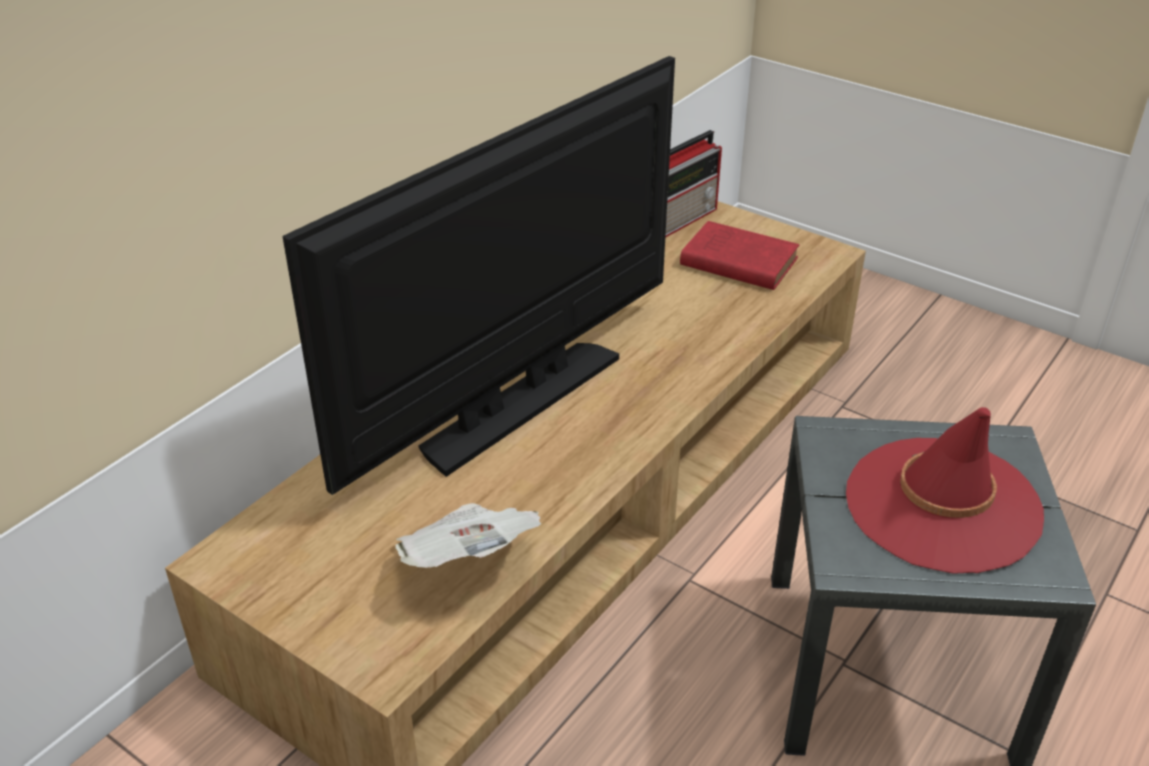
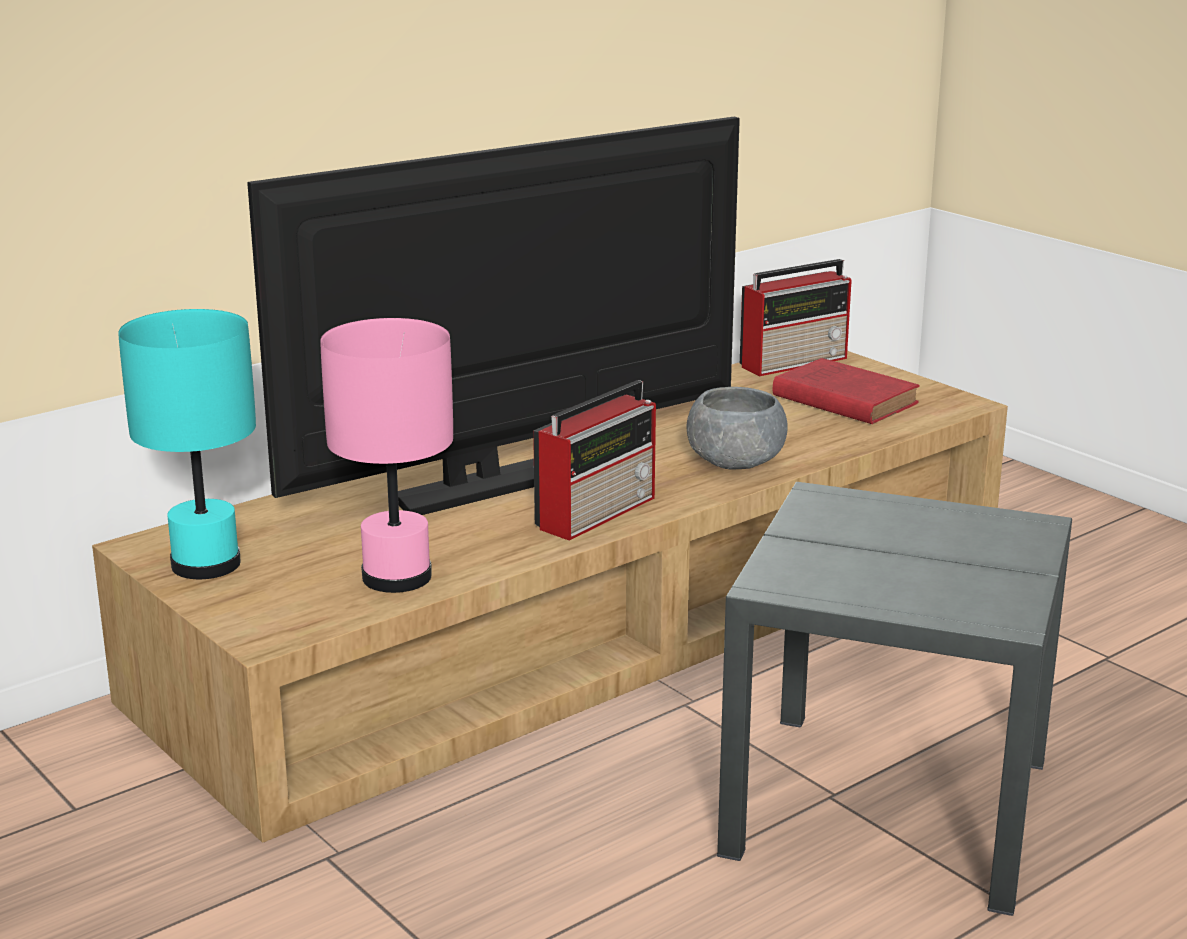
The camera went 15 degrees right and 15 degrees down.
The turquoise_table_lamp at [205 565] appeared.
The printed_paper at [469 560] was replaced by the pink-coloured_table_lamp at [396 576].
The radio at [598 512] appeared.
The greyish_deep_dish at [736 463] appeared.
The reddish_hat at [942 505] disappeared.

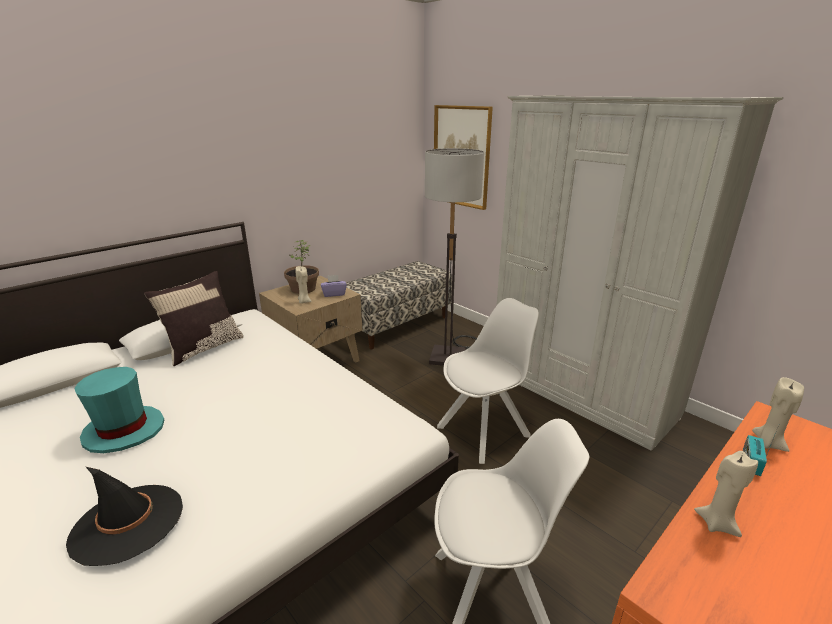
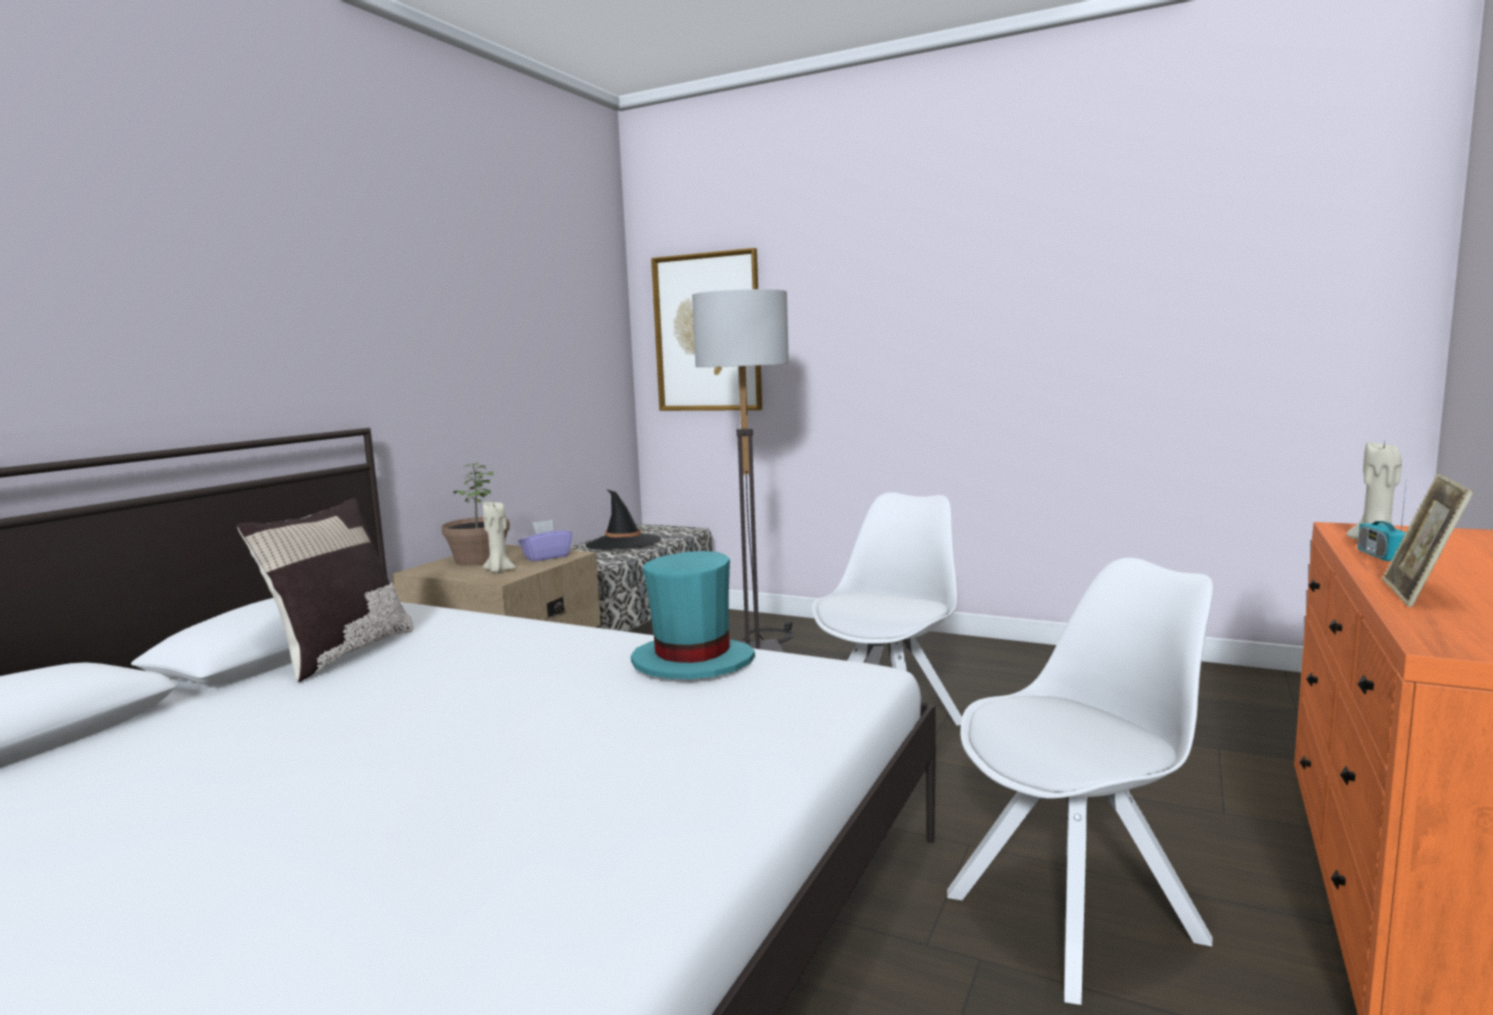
The camera went 20 degrees left and 15 degrees down.
The blackish_hat moved from [127 523] to [623 543].
The turquoise_hat moved from [124 431] to [692 661].
The beige-coloured_candle at [716 523] was replaced by the picture_frame at [1418 595].
The whitish_wardrobe at [580 392] disappeared.

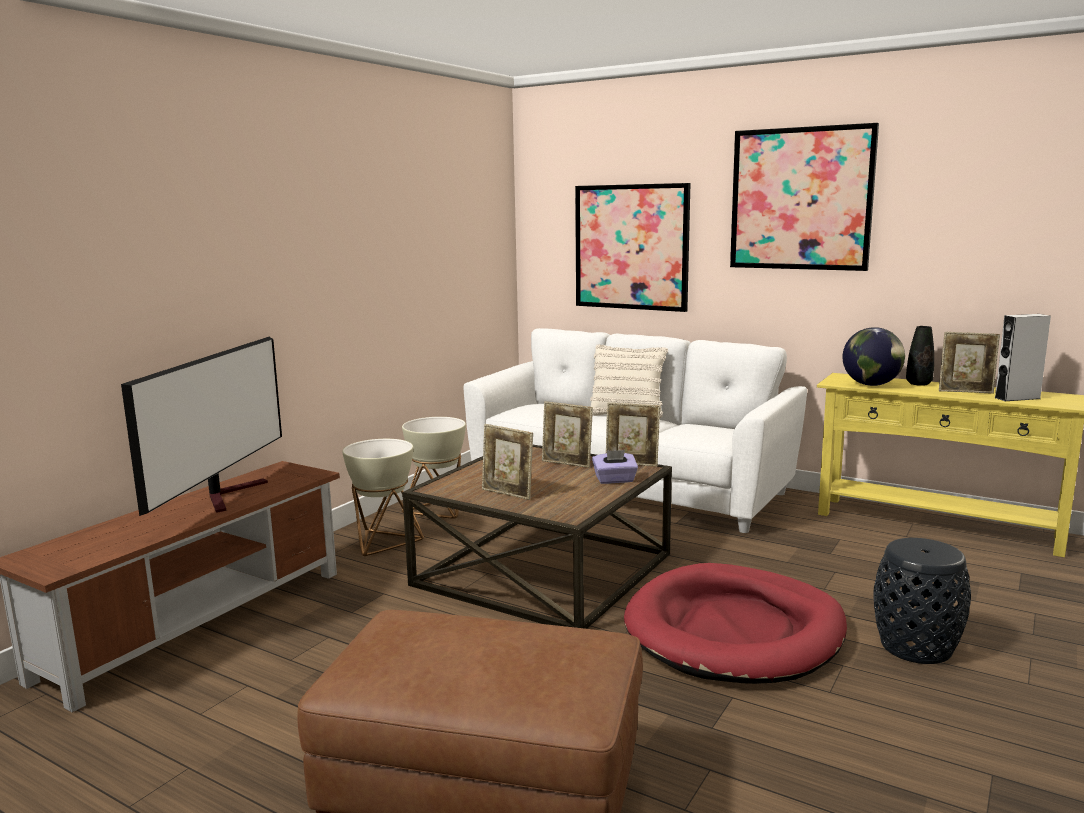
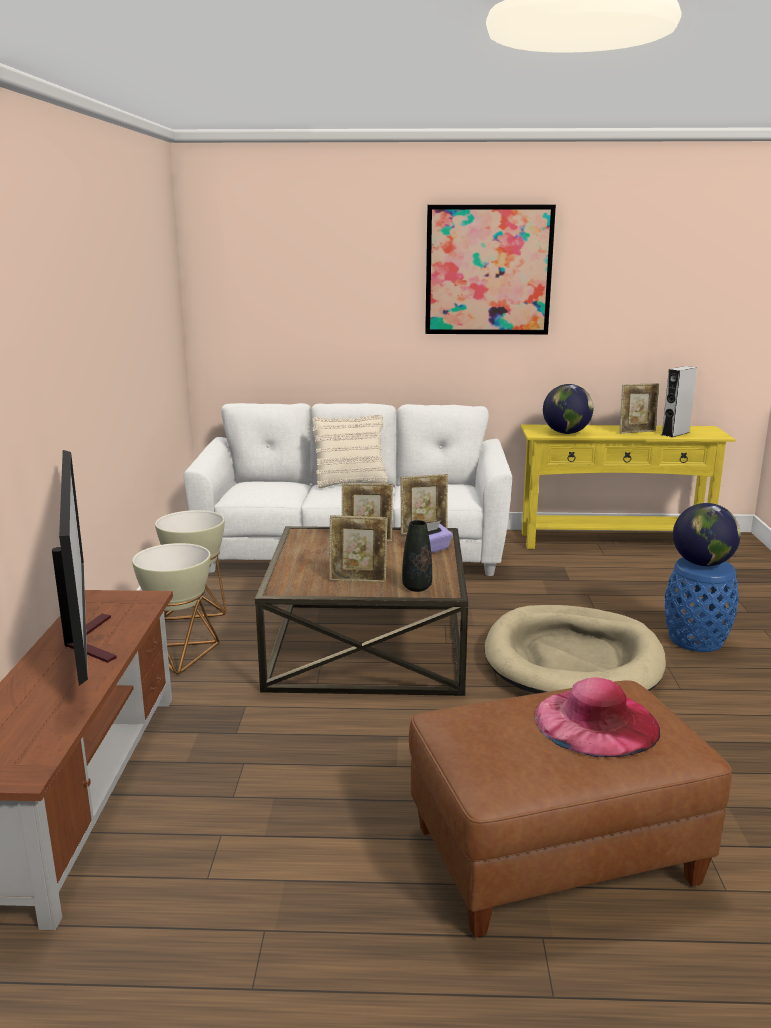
The camera went 30 degrees left and 5 degrees up.
The blackish_decorative_vase moved from [918 383] to [417 587].
The reddish_dog_cushion at [734 631] became the beige-coloured_dog_cushion at [572 660].
The pink-coloured_hat at [596 721] appeared.
The blackish_stool at [916 647] became the bluish_stool at [696 640].
The world_globe at [703 564] appeared.
The wall_picture at [631 247] disappeared.

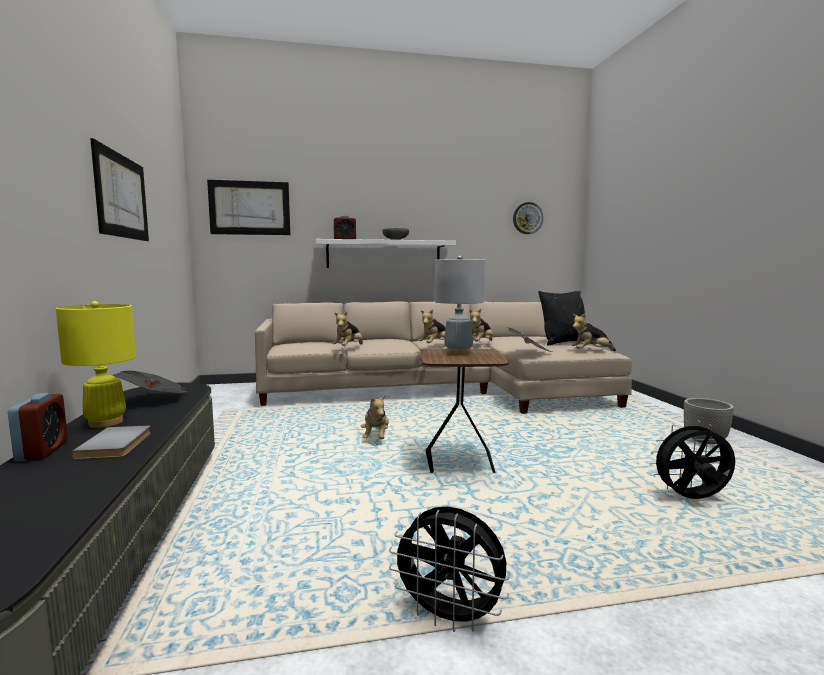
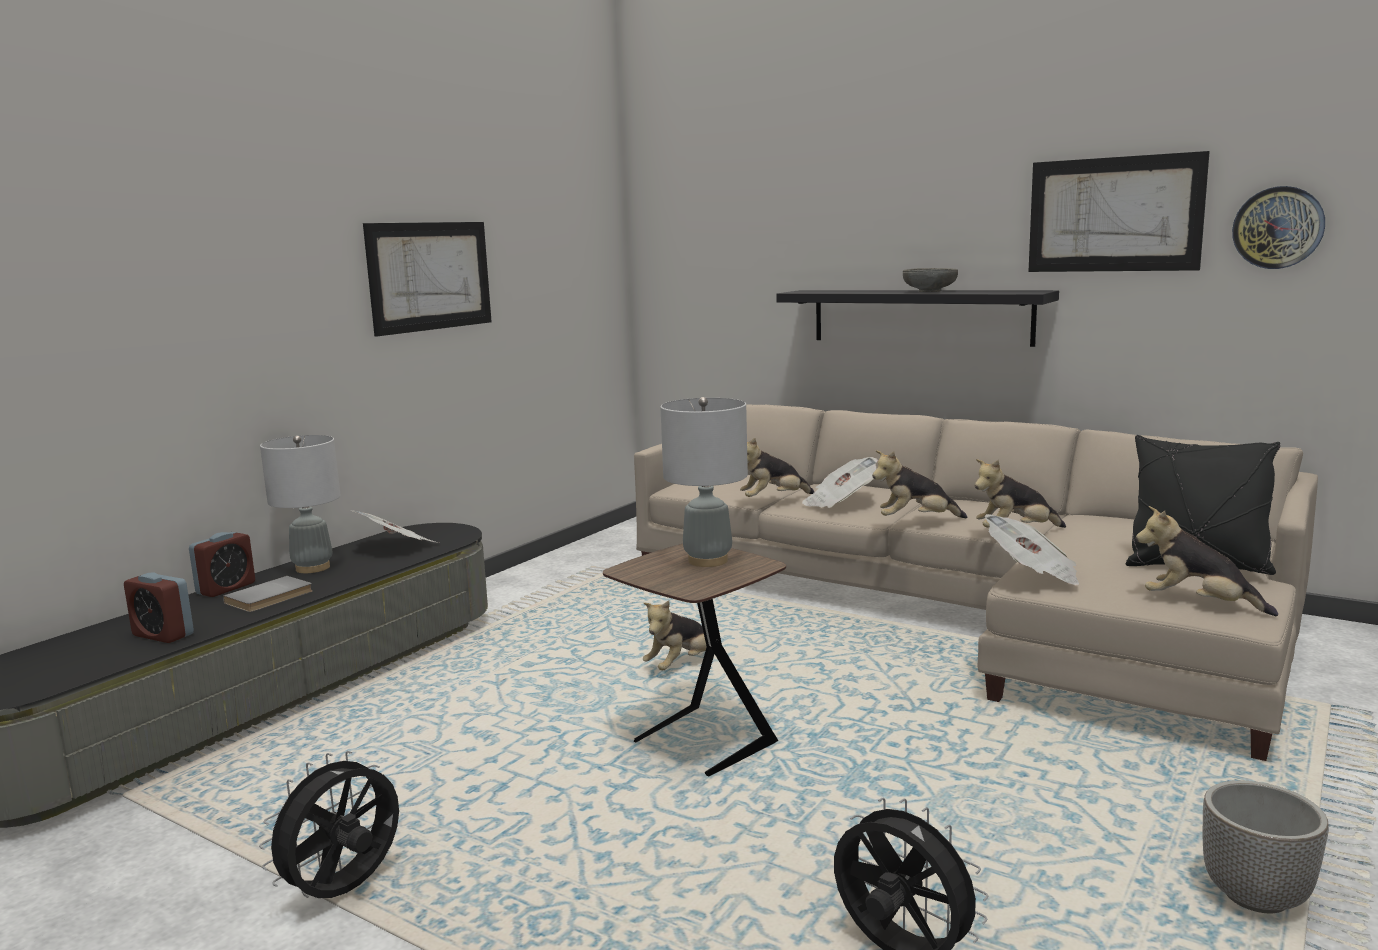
The camera went 45 degrees right and 5 degrees up.
The alarm_clock moved from [345 239] to [163 635].
The blackish_fan at [450 617] turned 60 degrees clockwise.
The yellowish_table_lamp at [106 422] became the greyish_table_lamp at [313 568].
The whitish_shelf at [384 254] became the blackish_shelf at [920 316].
The printed_paper at [840 503] appeared.
The wall_picture moved from [249 208] to [1114 214].

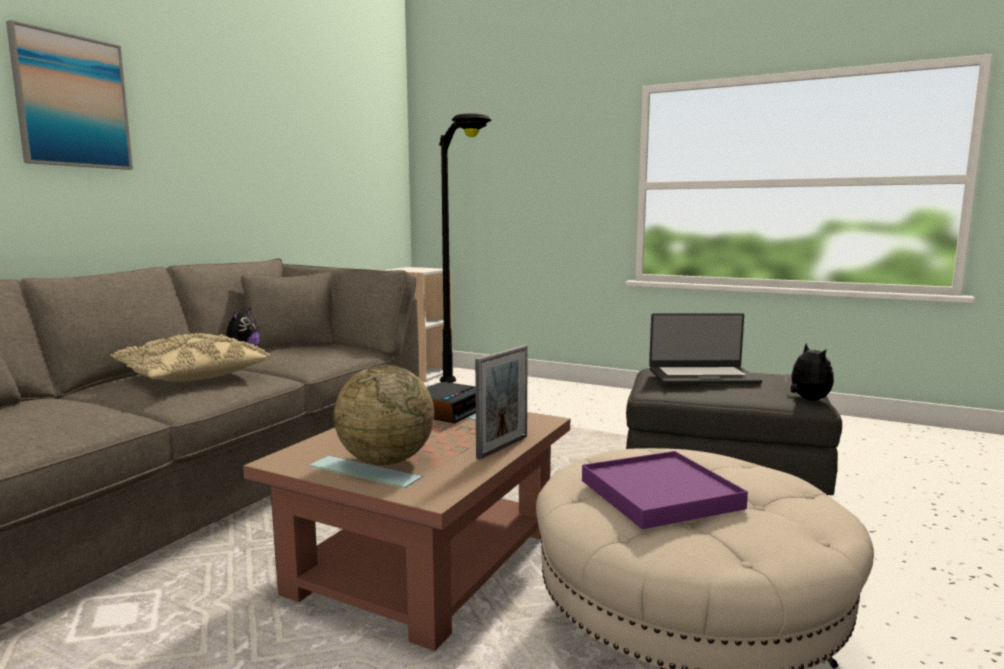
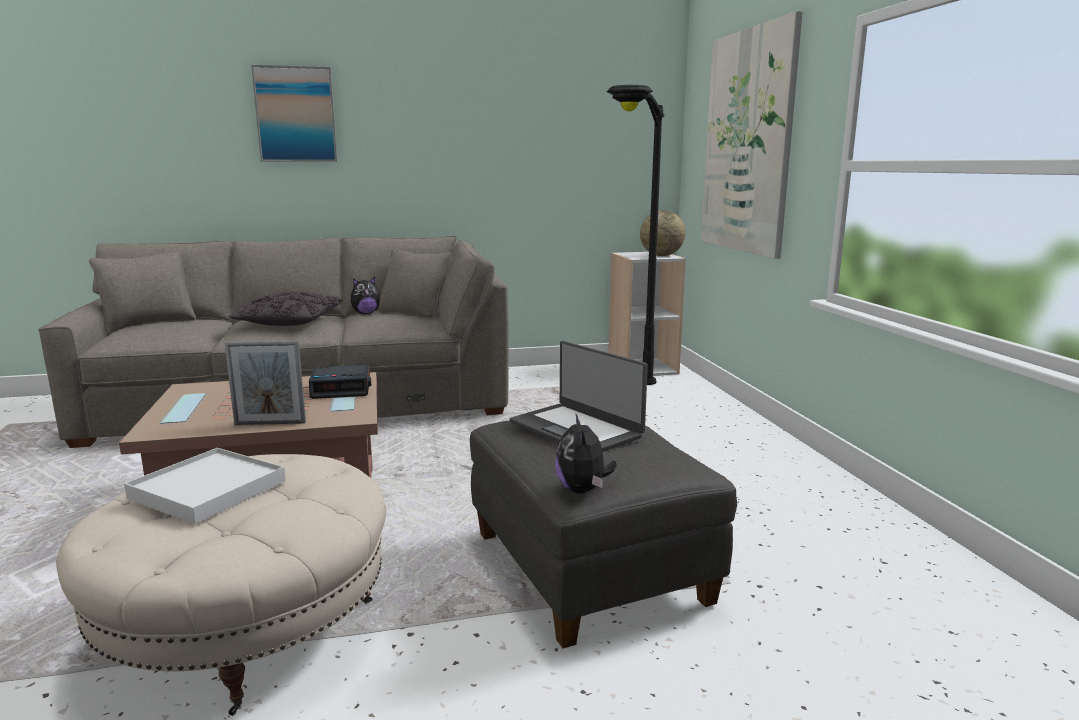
The camera went 50 degrees right and 5 degrees up.
The purple_tray at [660 494] became the whitish_tray at [208 490].
The beige-coloured_pillow at [192 375] became the blackish_pillow at [290 322].
The cuddly_toy at [807 399] turned 135 degrees clockwise.
The world_globe moved from [386 461] to [661 255].
The wall_picture at [747 142] appeared.

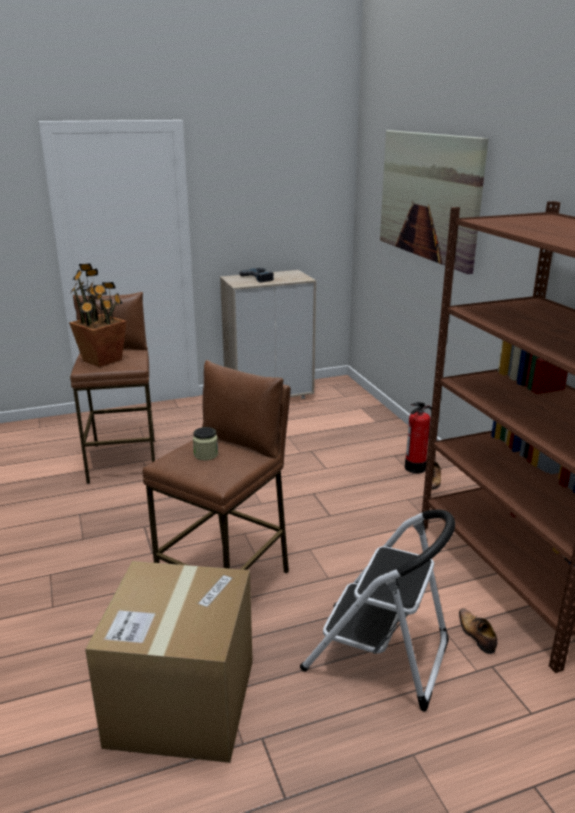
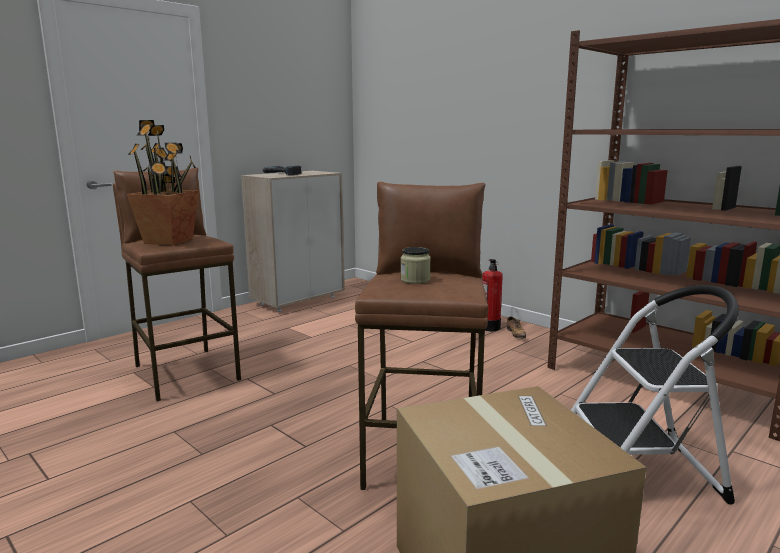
The camera went 25 degrees left and 10 degrees down.
The wall_picture at [428 196] disappeared.
The shoe at [476 635] disappeared.

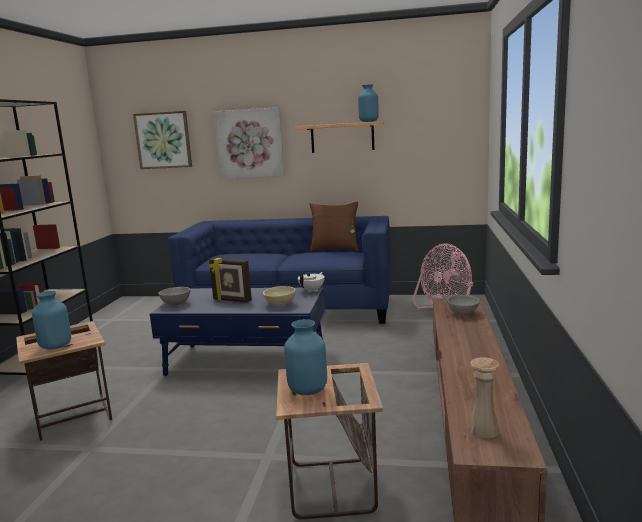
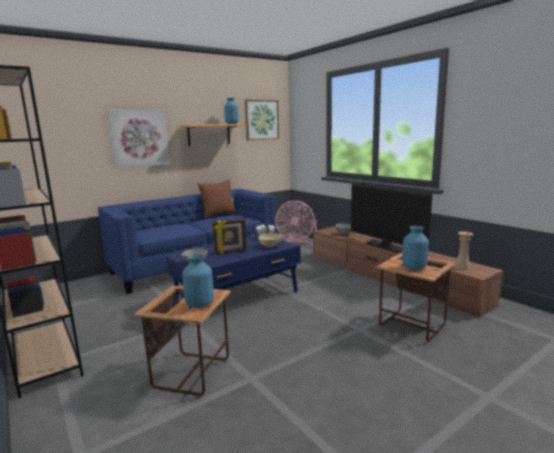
The camera went 45 degrees left and 0 degrees up.
The wall_picture moved from [163 140] to [261 120].
The TV_set at [386 246] appeared.

